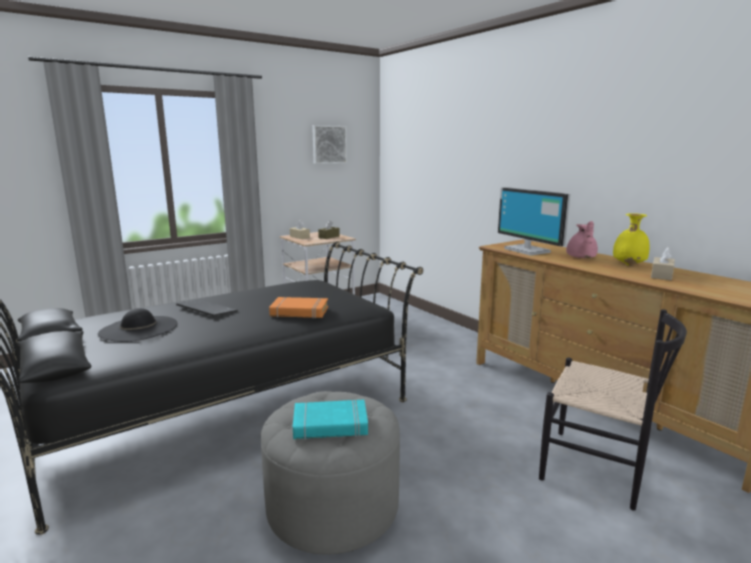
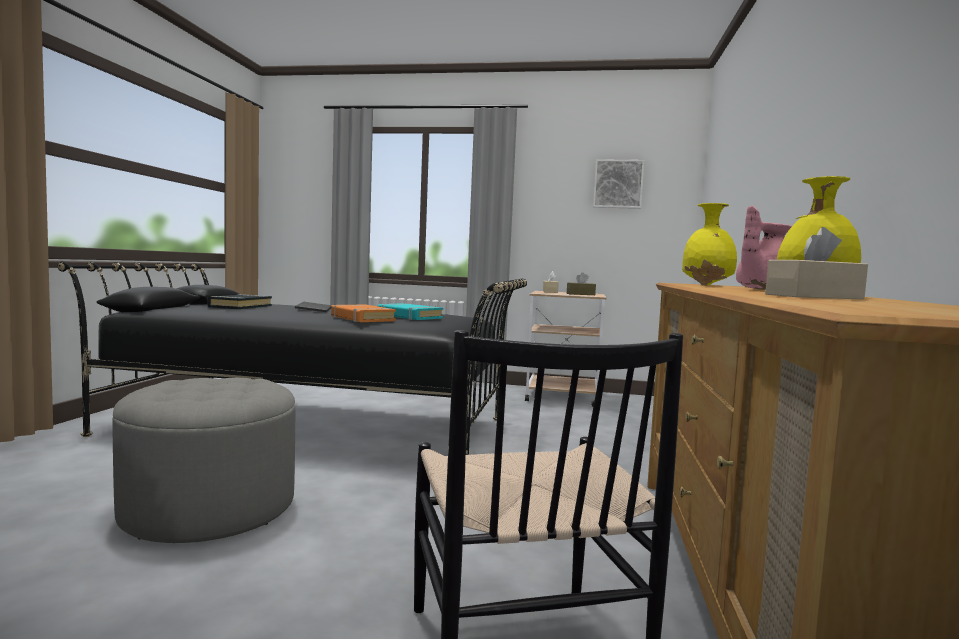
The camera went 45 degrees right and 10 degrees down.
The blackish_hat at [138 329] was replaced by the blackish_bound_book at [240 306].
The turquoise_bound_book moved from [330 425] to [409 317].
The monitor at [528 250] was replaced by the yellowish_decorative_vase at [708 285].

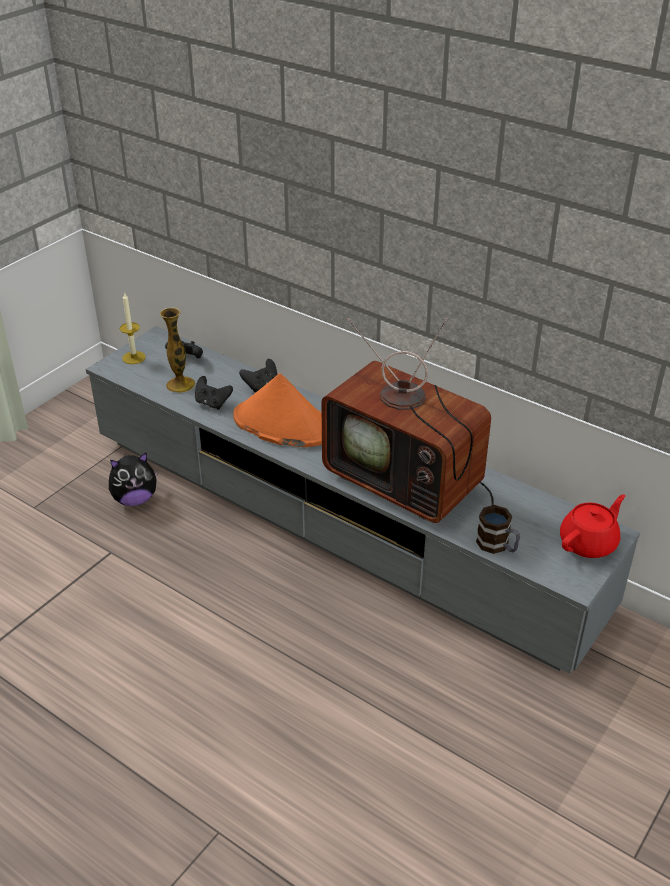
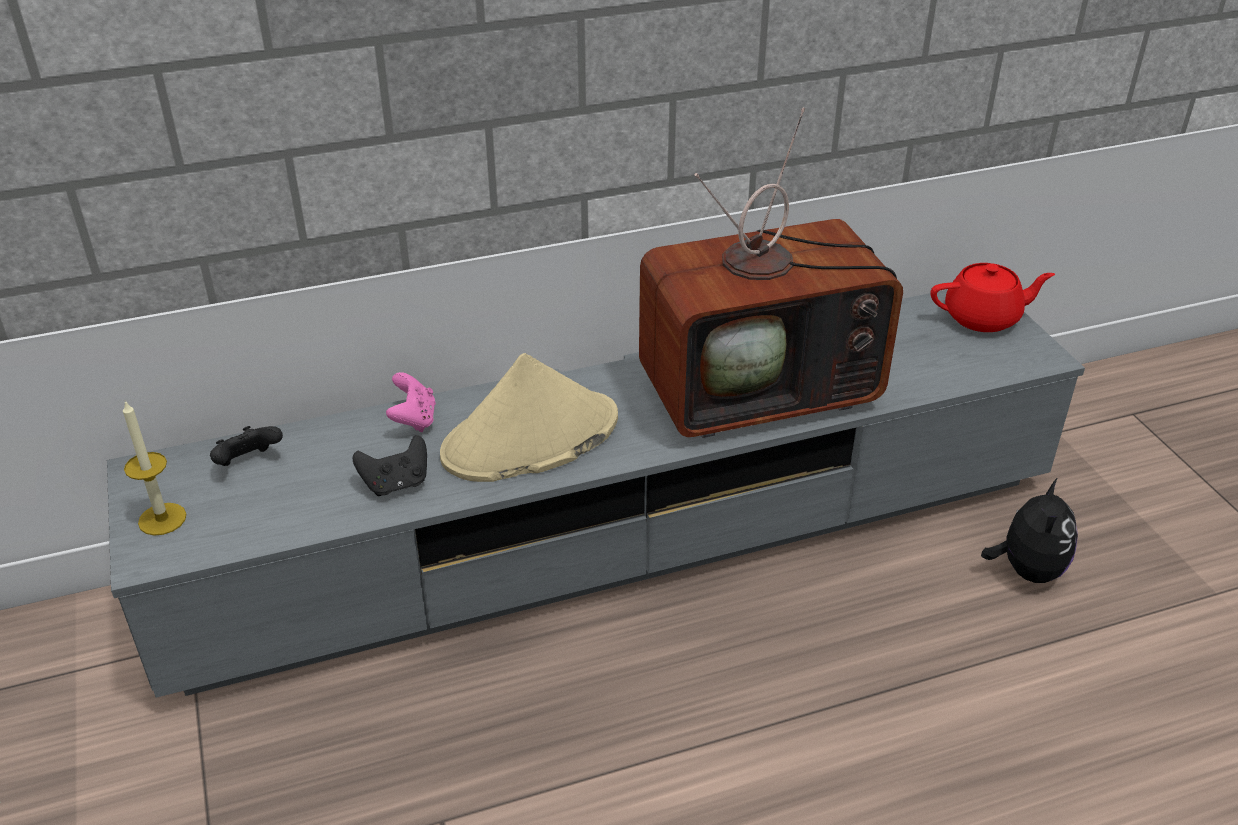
The camera went 55 degrees left and 0 degrees up.
The blackish_game_controller at [261 386] became the pink-coloured_game_controller at [414 420].
The orange_hat at [283 424] became the beige-coloured_hat at [530 438].
The reddish_pot_for_tea at [589 543] turned 90 degrees clockwise.
The cuddly_toy moved from [135 499] to [1026 569].
The decorative_vase at [180 385] disappeared.
The mug at [497 546] disappeared.

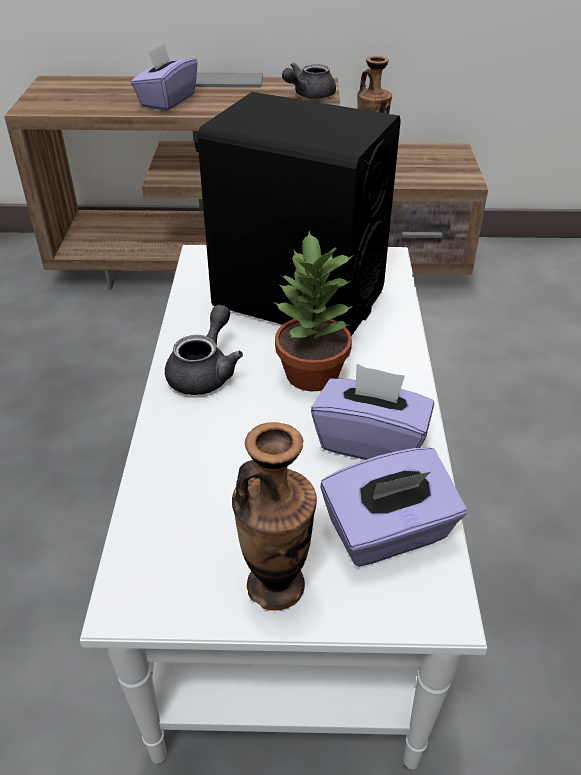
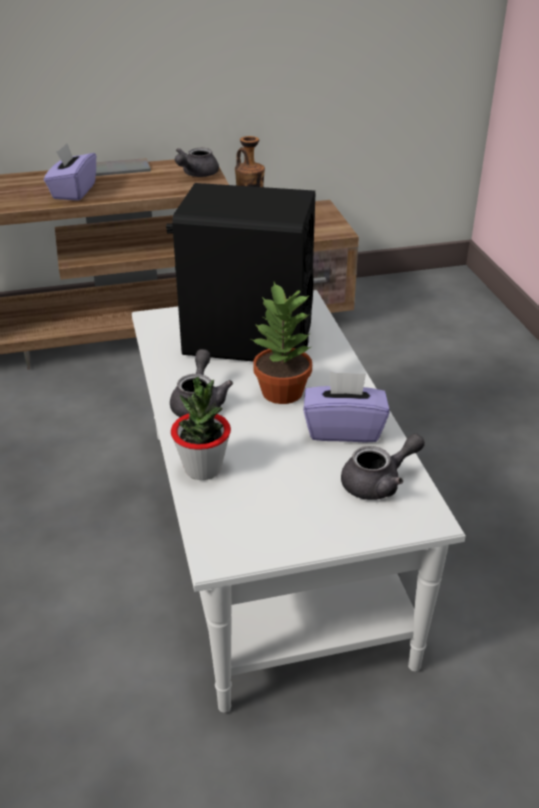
The camera went 15 degrees left and 5 degrees down.
The houseplant at [203 469] appeared.
The purple_tissue_box at [388 533] was replaced by the greyish_pot_for_tea at [379 483].
The decorative_vase at [276 585] disappeared.

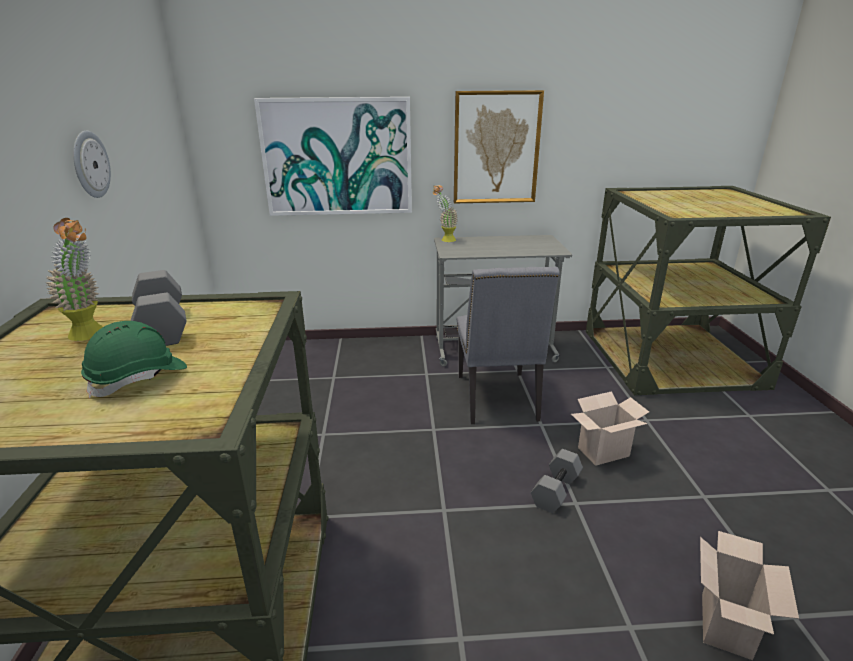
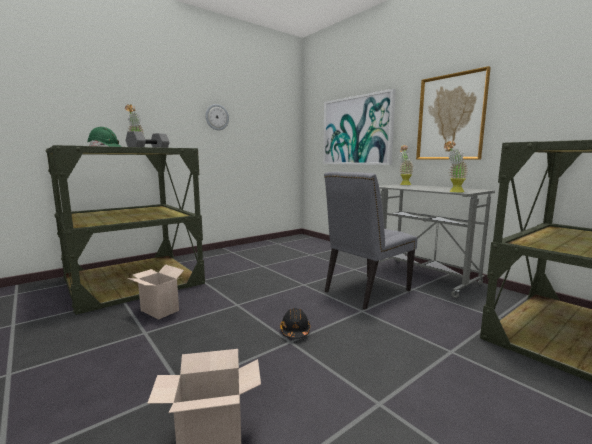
The camera went 55 degrees right and 15 degrees down.
The packing_box moved from [603 453] to [158 310].
The greyish_hand_weight at [555 490] was replaced by the blackish_safety_helmet at [295 331].
The houseplant at [453 191] appeared.

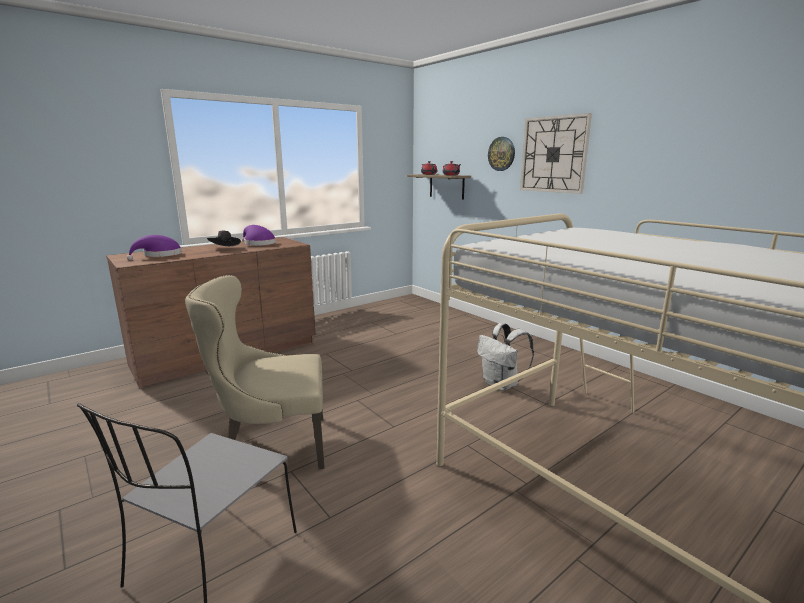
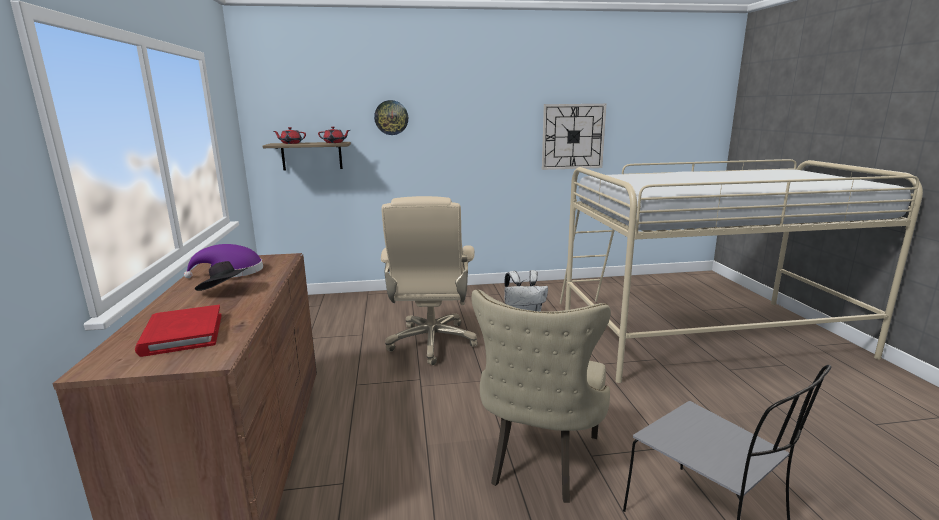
The camera went 60 degrees left and 0 degrees up.
The purple_hat at [160 255] was replaced by the reddish_bound_book at [182 334].
The beige-coloured_computer_chair at [430 344] appeared.
The wall_clock moved from [553 154] to [573 136].

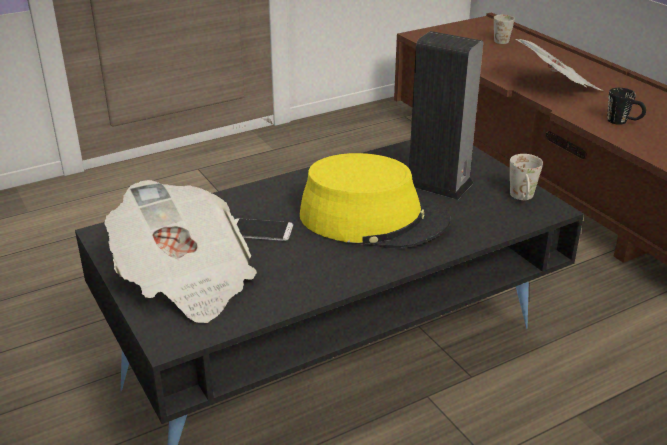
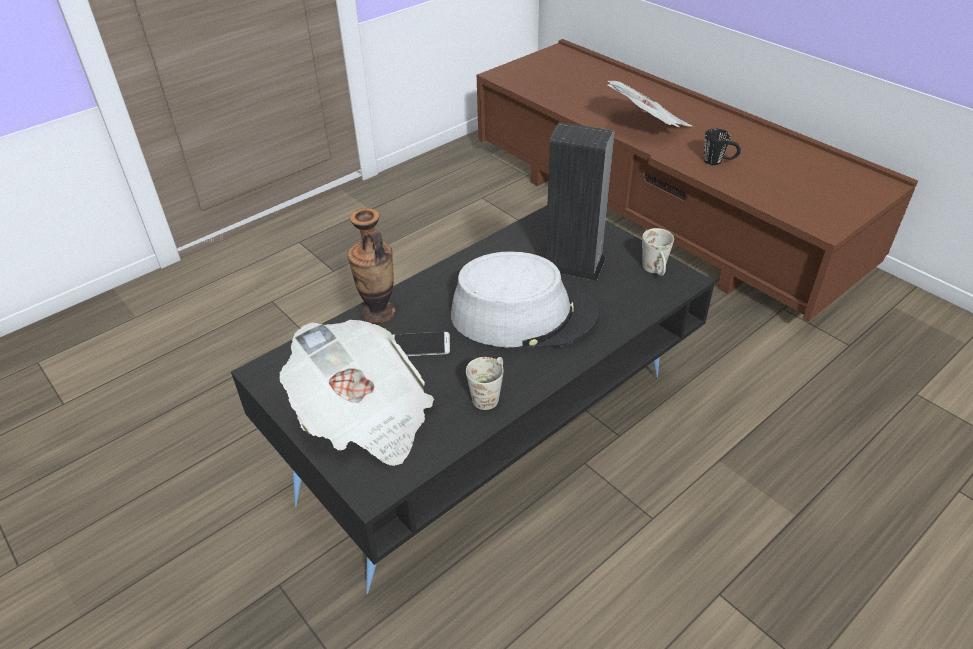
The camera went 10 degrees left and 10 degrees up.
The decorative_vase at [378 313] appeared.
The yellowish_hat at [373 218] became the greyish_hat at [524 315].
The whitish_mug moved from [503 40] to [489 394].

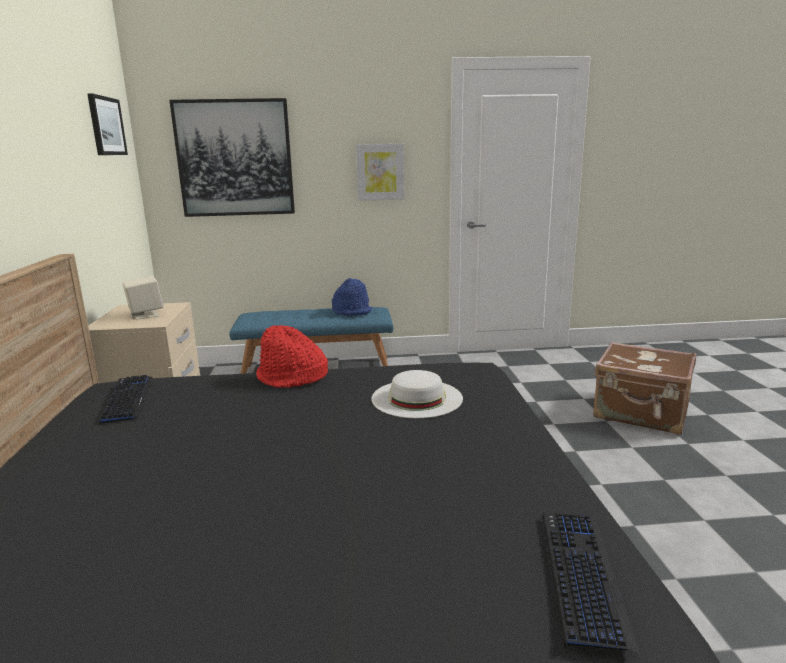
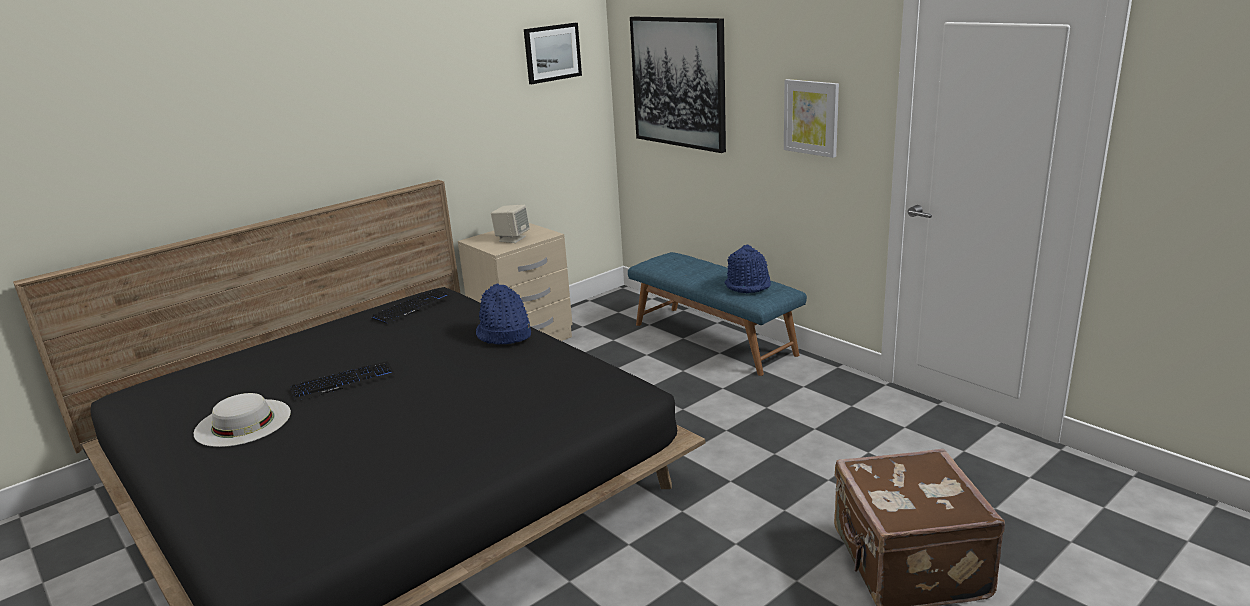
The camera went 55 degrees right and 5 degrees up.
The whitish_hat moved from [417 398] to [243 422].
The keyboard moved from [581 575] to [343 382].
The reddish_hat at [292 378] became the bluish_hat at [504 335].

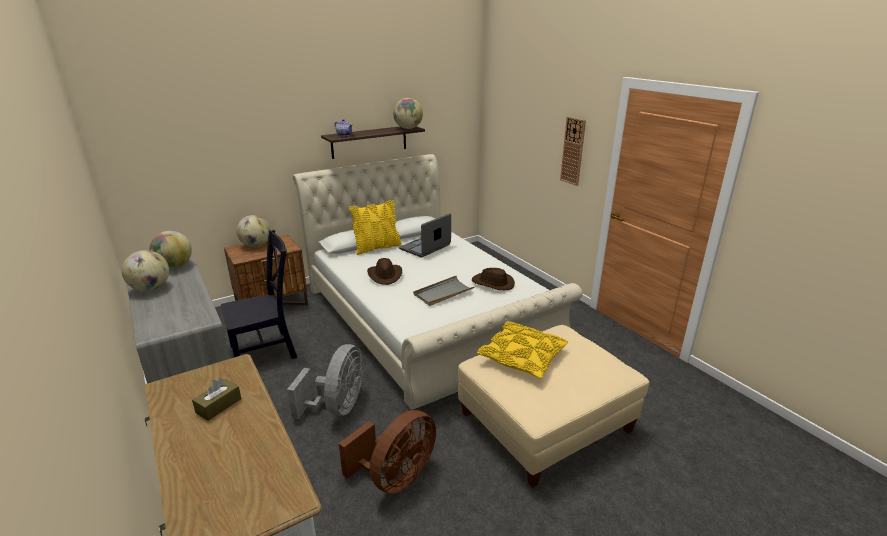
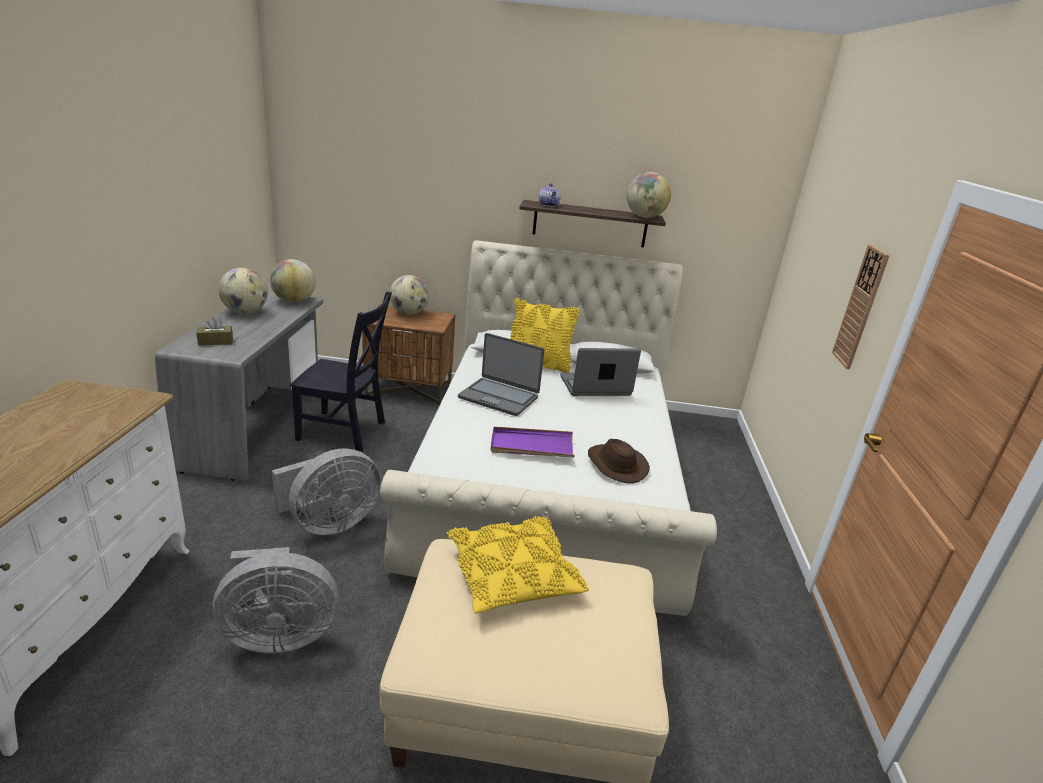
The camera went 35 degrees right and 0 degrees up.
The brown-coloured_tissue_box moved from [219 406] to [215 341].
The brown-coloured_fan at [395 477] became the greyish_fan at [278 634].
The brown-coloured_hat at [385 275] was replaced by the notebook_computer at [499 397].
The greyish_tray at [443 293] became the purple_tray at [531 446].

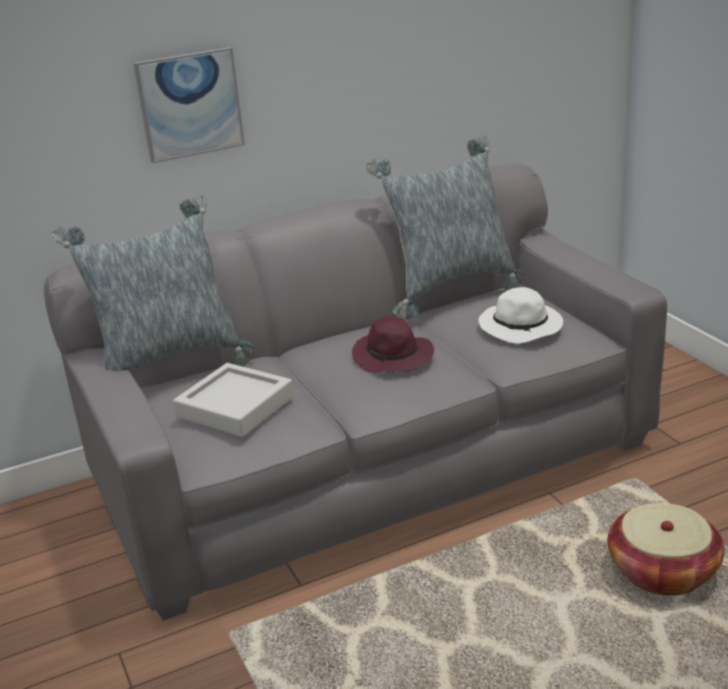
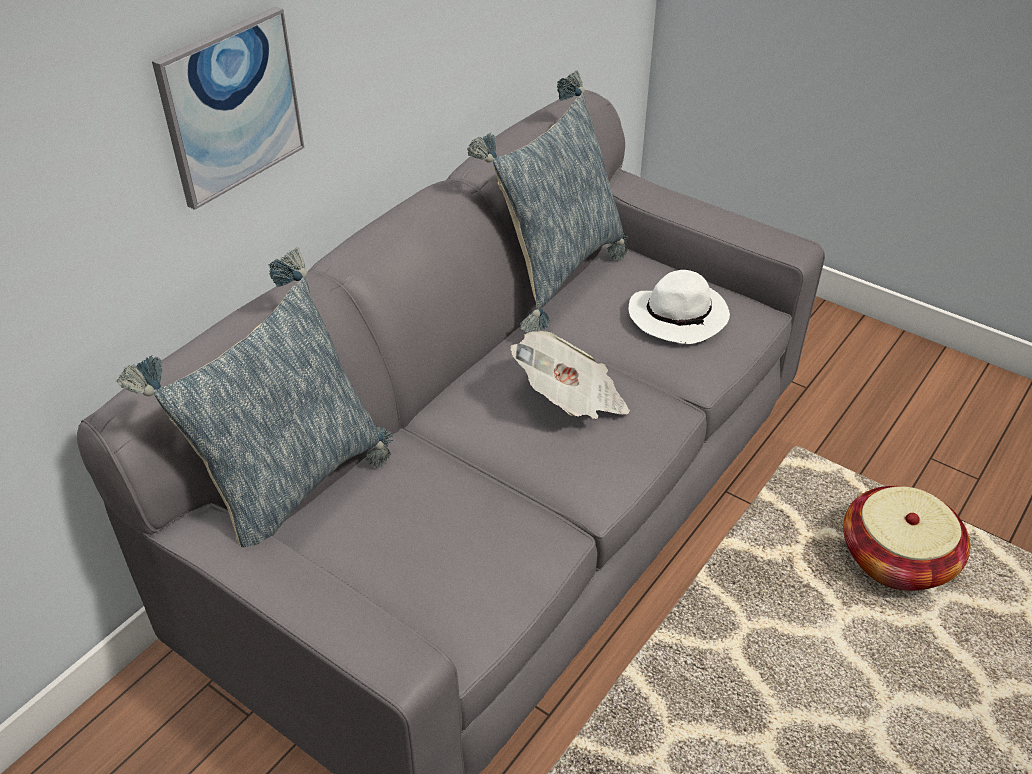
The camera went 30 degrees left and 15 degrees up.
The purple_hat at [394 357] was replaced by the printed_paper at [571 400].
The greyish_tray at [235 407] disappeared.

